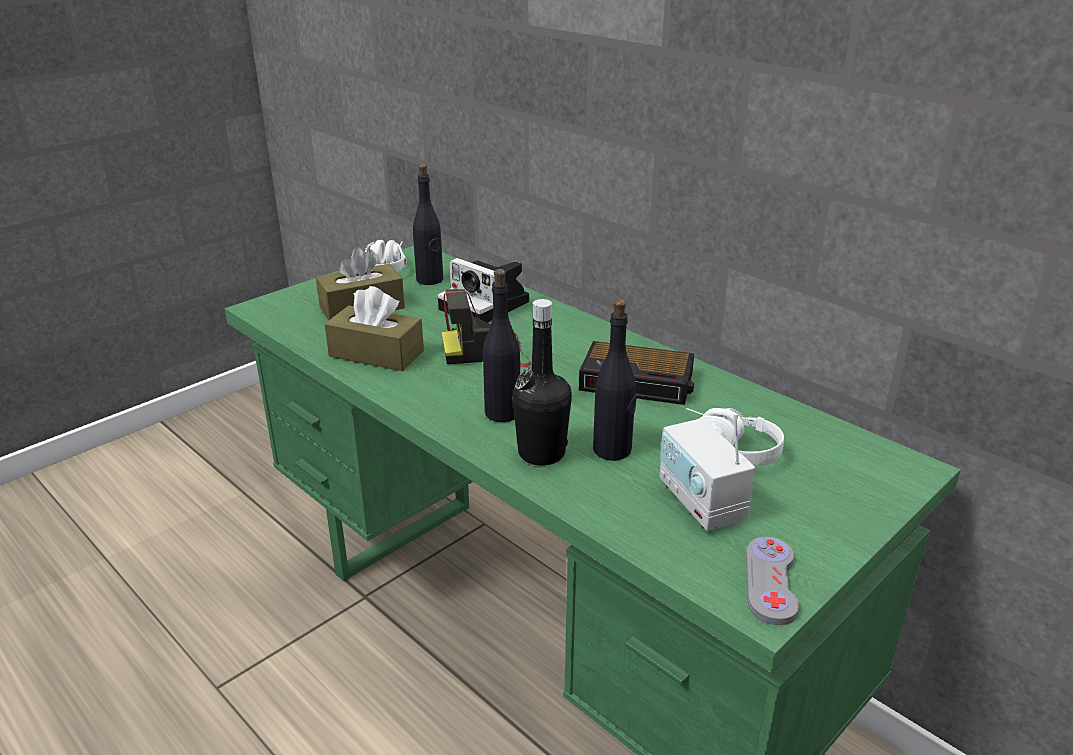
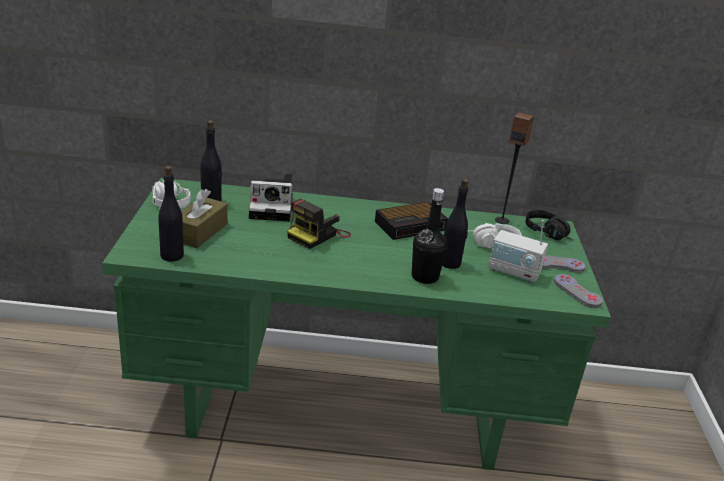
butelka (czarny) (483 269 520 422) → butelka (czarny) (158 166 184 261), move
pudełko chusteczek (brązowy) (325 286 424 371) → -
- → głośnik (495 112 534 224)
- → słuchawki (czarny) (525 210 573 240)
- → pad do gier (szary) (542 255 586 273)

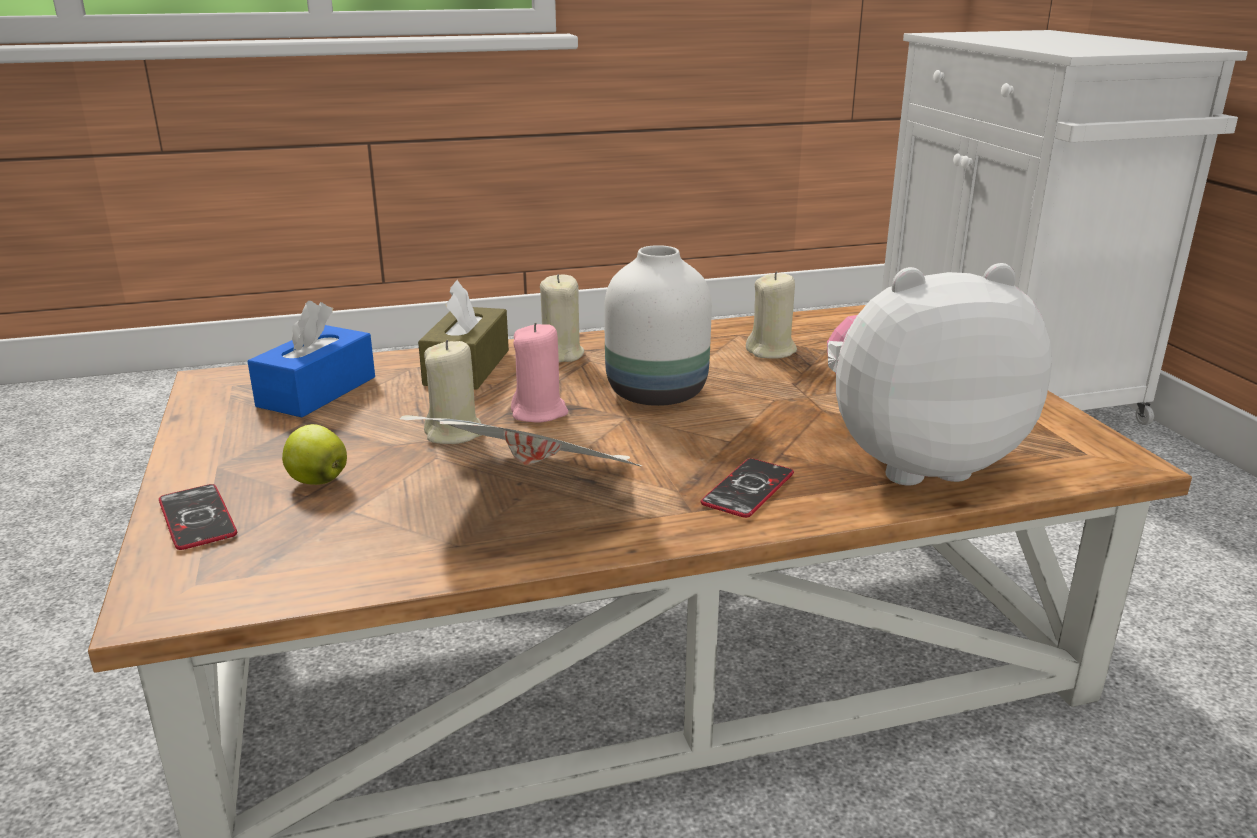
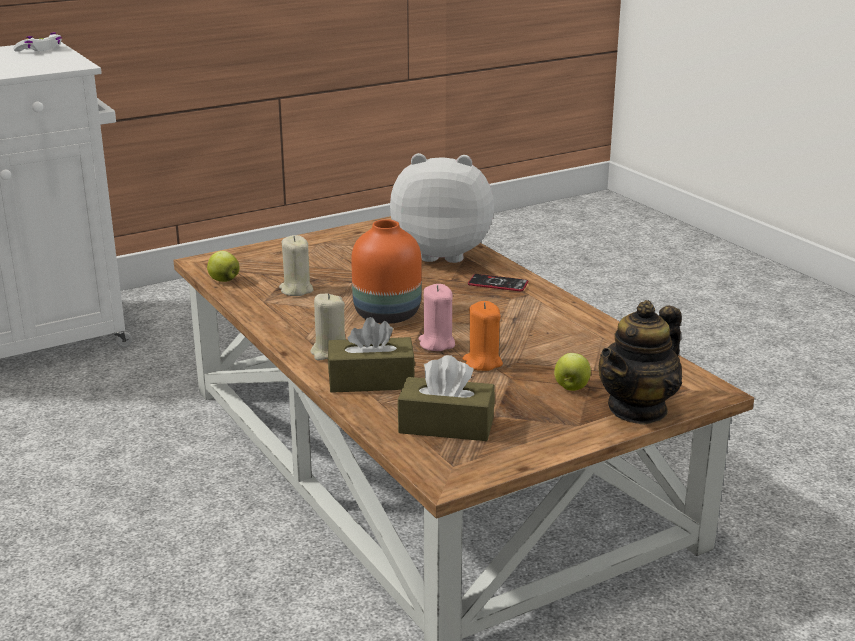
wazon (biały) (604 245 712 406) → wazon (pomarańczowy) (351 219 422 324)
pluszak (827 263 1052 485) → pluszak (390 153 494 263), 120 degrees clockwise
pudełko chusteczek (niebieski) (247 301 375 417) → pudełko chusteczek (brązowy) (398 355 495 441)
świeca (beżowy) (424 340 482 444) → świeca (pomarańczowy) (463 301 503 371)
gazeta (400 415 642 466) → -
telefon (159 484 237 550) → imbryk (598 300 682 425)
- → pad do gier (biały) (13 33 62 52)
- → jabłko (207 251 240 282)

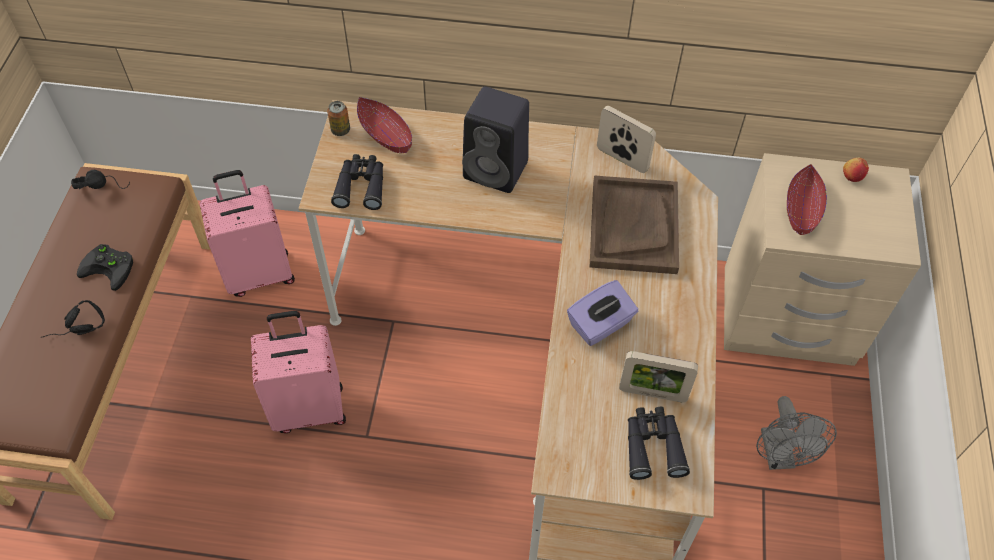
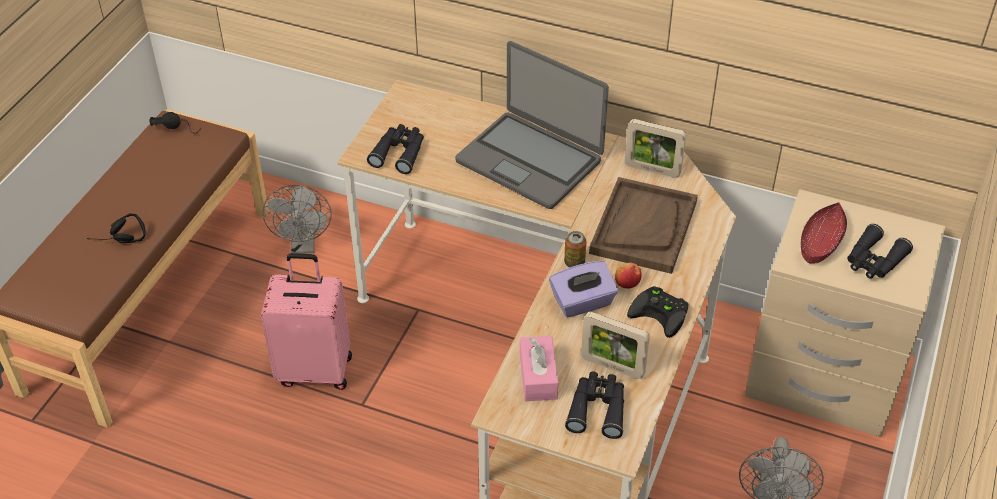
głośnik (czarny) (462 86 529 193) → laptop (455 41 609 209)
miska (czerwony) (357 97 412 153) → -
puszka (327 101 350 136) → puszka (564 231 586 267), move
ramka na zdjęcie (597 106 656 173) → ramka na zdjęcie (625 119 686 178), 150 degrees clockwise
jabłko (843 157 869 182) → jabłko (615 263 642 288), move
walizka (różowy) (200 170 295 297) → wentylator (szary) (262 185 332 254)
pad do gier (czarny) (77 244 133 291) → pad do gier (czarny) (627 286 689 338), move
- → lornetka (czarny) (847 224 913 279)
- → pudełko chusteczek (różowy) (520 336 558 401)

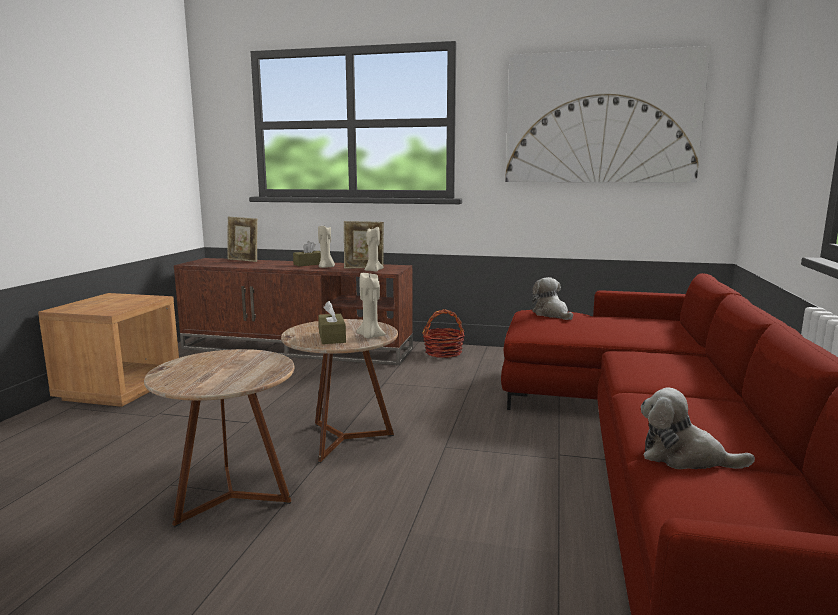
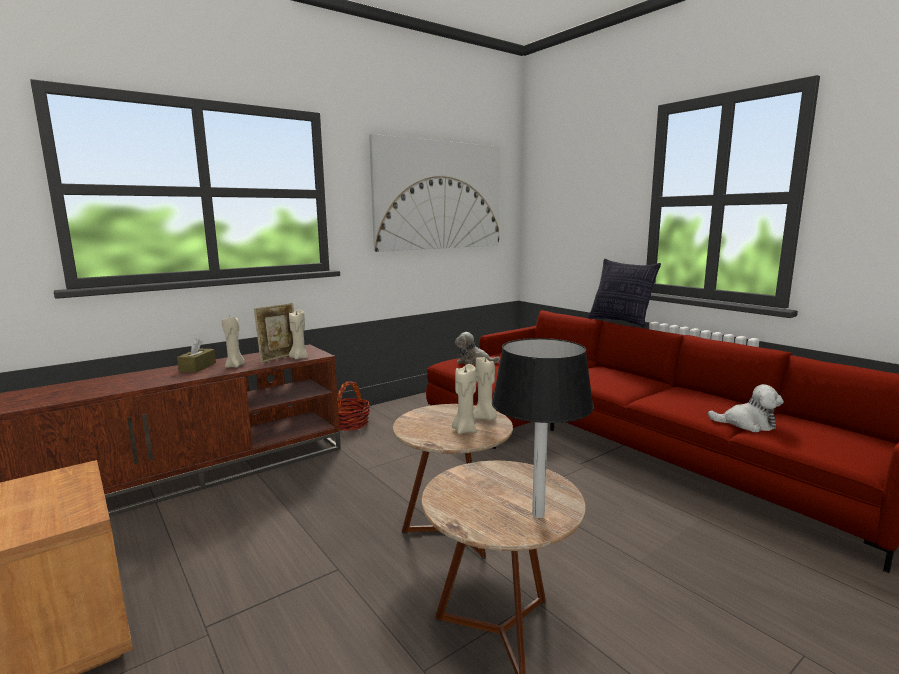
ramka na zdjęcie (227 217 258 262) → -
pudełko chusteczek (brązowy) (318 301 346 344) → świeca (beżowy) (452 364 476 434)
pluszak (641 387 755 469) → pluszak (708 384 784 432), 135 degrees counterclockwise
- → poduszka (588 259 661 328)
- → lampa stołowa (czarny) (492 338 594 518)

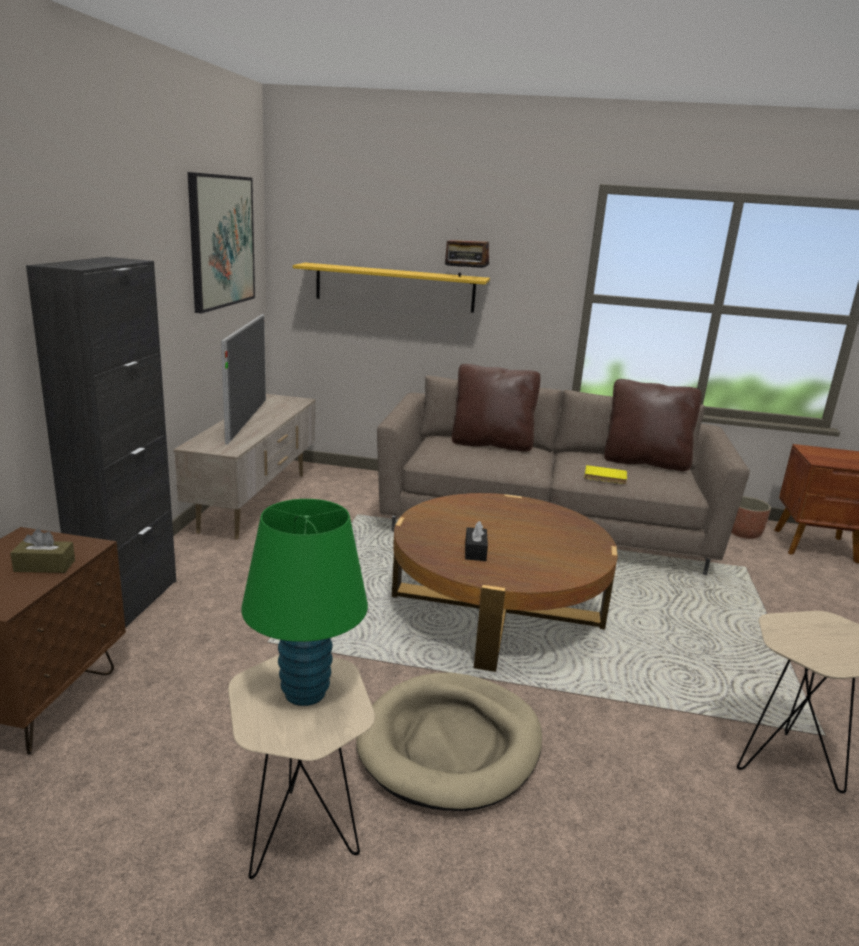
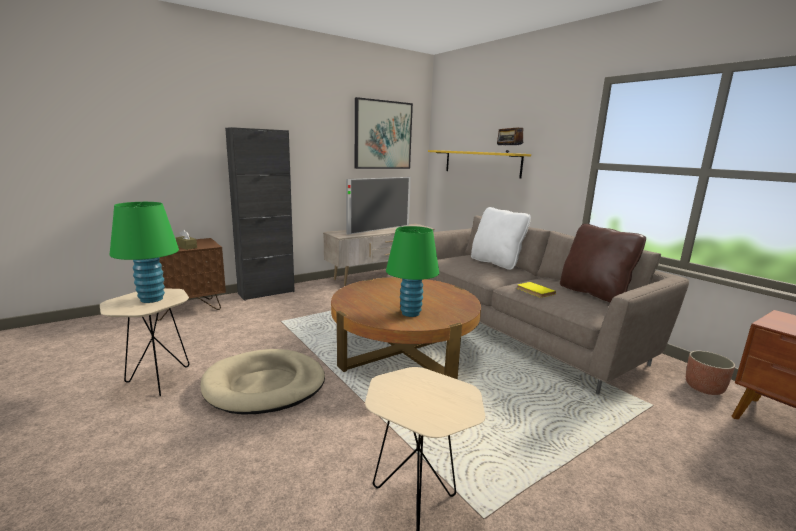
poduszka (brązowy) (452 364 540 452) → poduszka (biały) (471 207 531 270)
pudełko chusteczek (czarny) (465 521 488 561) → -
- → lampa stołowa (zielony) (386 226 439 317)

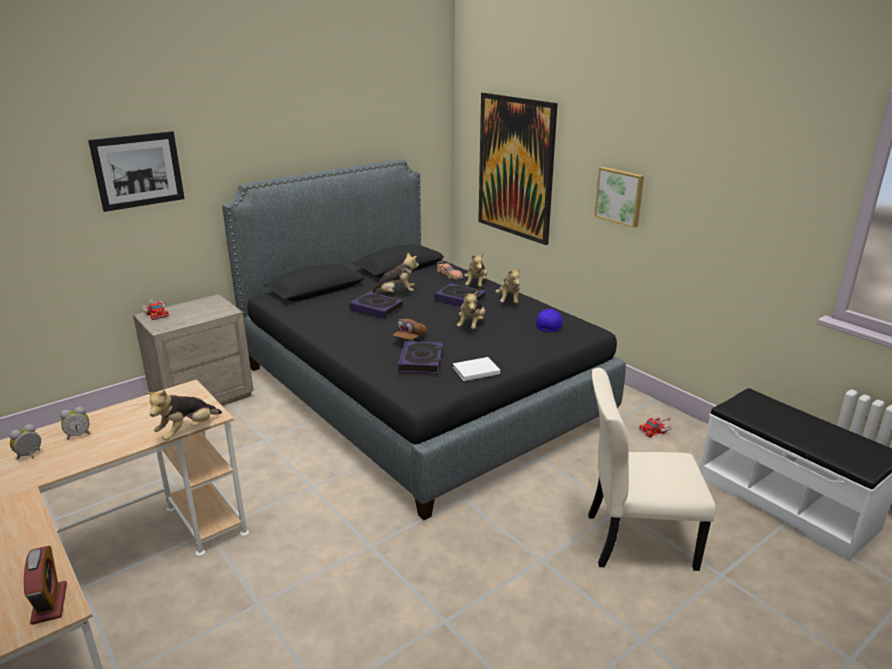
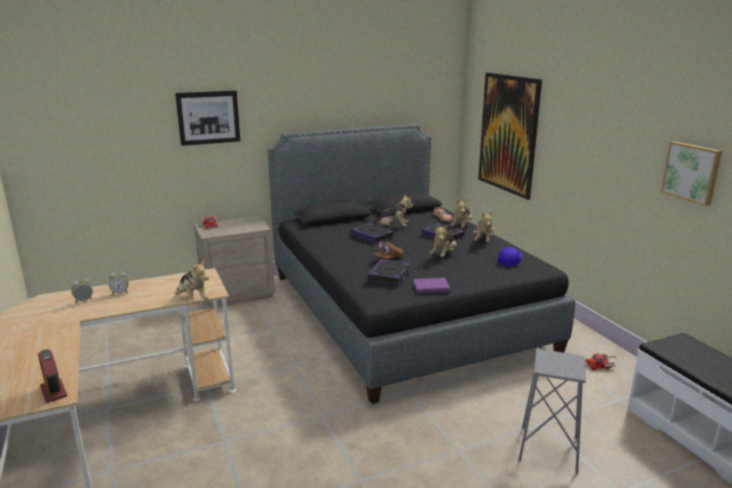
obraz (594 167 644 228) → obraz (661 141 722 206), move
książka (biały) (453 357 500 381) → książka (fioletowy) (413 278 450 293)
krzesło (beżowy) (588 368 716 571) → stołek (szary) (518 349 586 474)
pluszak (145 390 222 441) → pluszak (175 260 209 303), 90 degrees counterclockwise
budzik (24 546 67 625) → budzik (38 349 67 403), 150 degrees clockwise

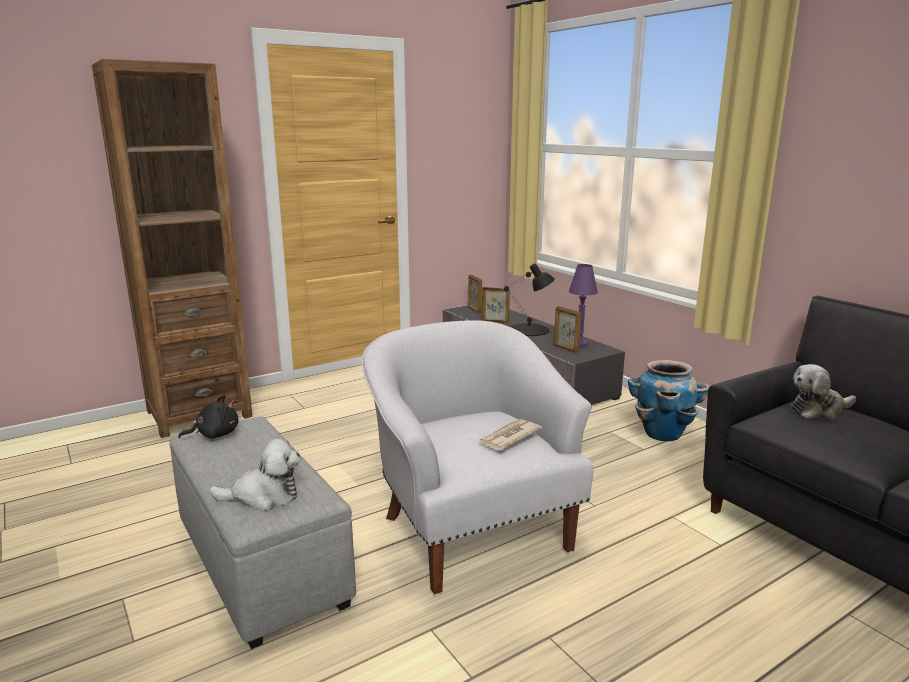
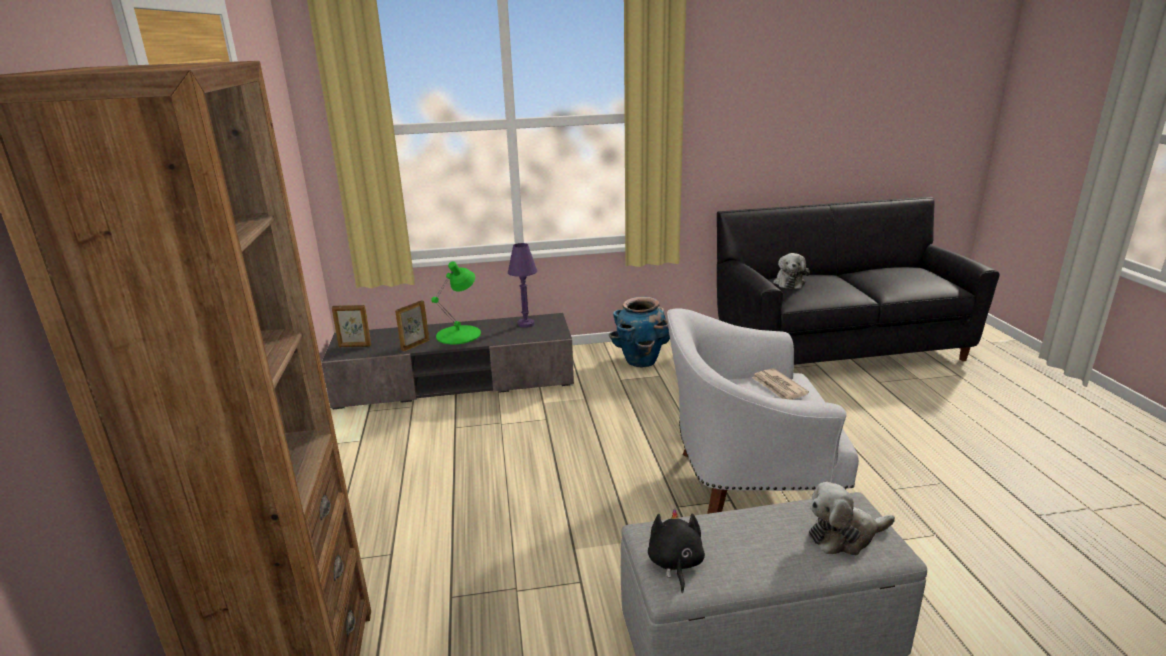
lampa stołowa (czarny) (504 263 555 336) → lampa stołowa (zielony) (431 261 481 344)
ramka na zdjęcie (554 306 581 353) → -
pluszak (209 438 301 511) → pluszak (809 482 895 555), 120 degrees counterclockwise

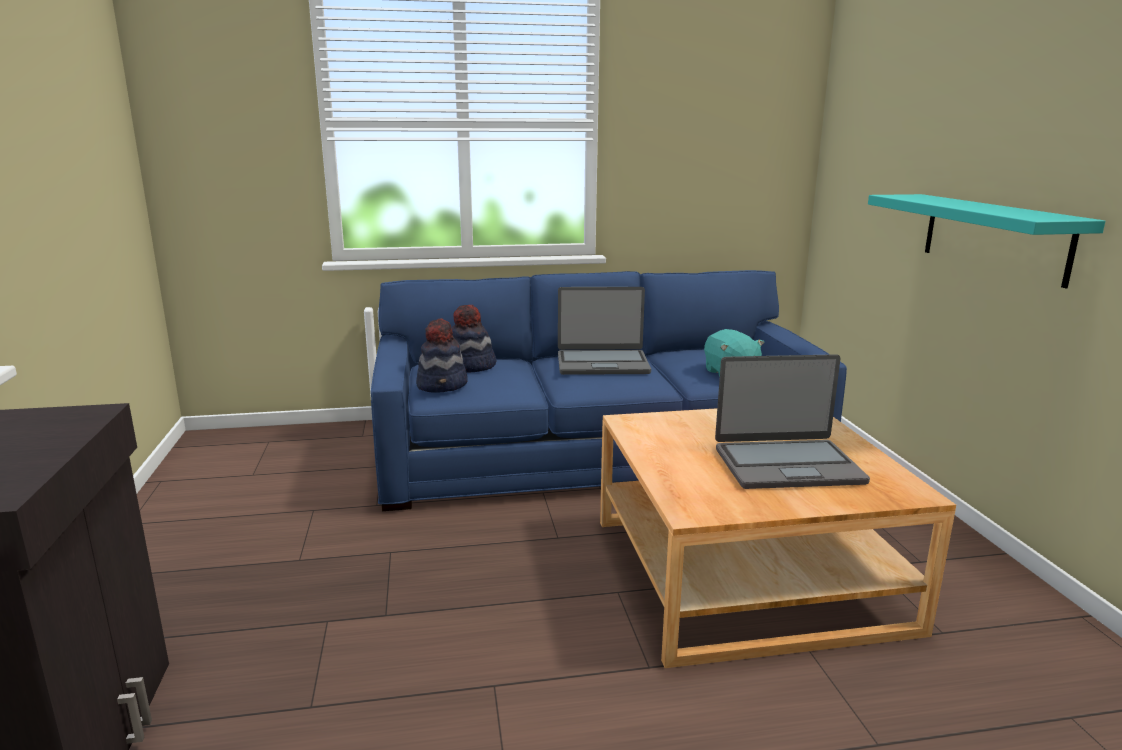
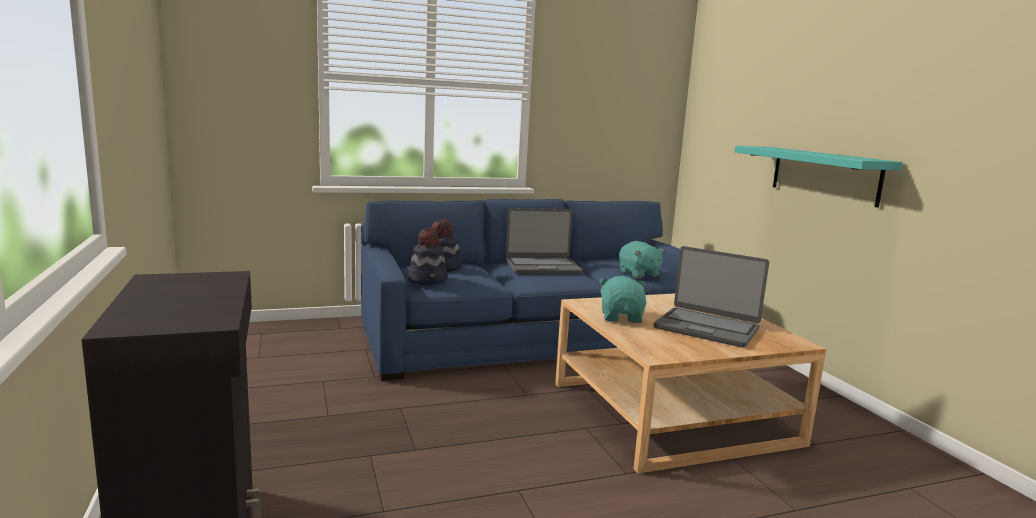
laptop (715 354 870 489) → laptop (654 246 769 348), 45 degrees clockwise
- → pluszak (turkusowy) (599 276 647 323)

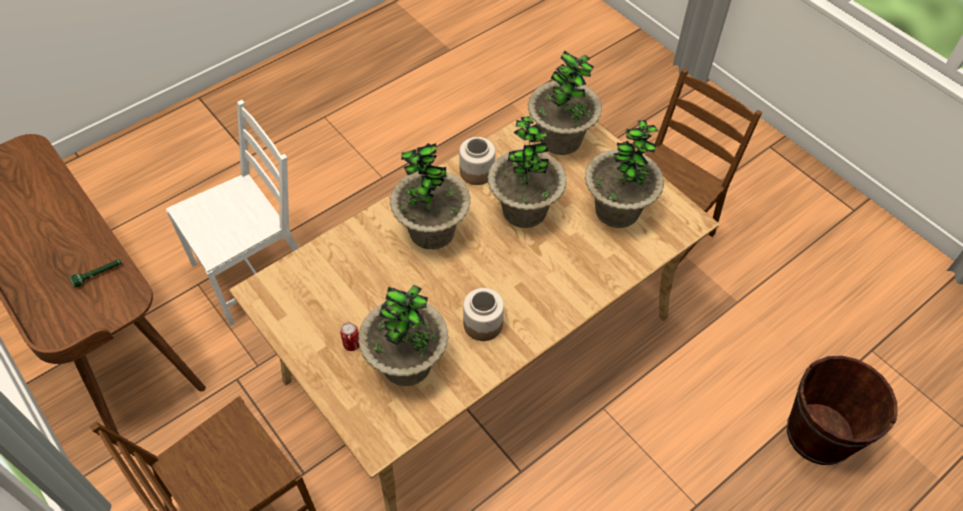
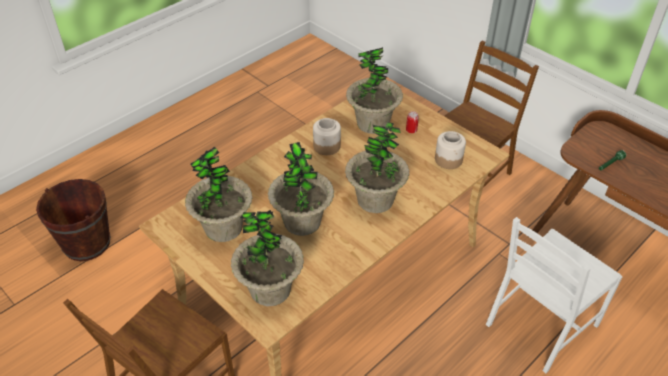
słoik (459 137 495 185) → słoik (435 131 466 169), move

